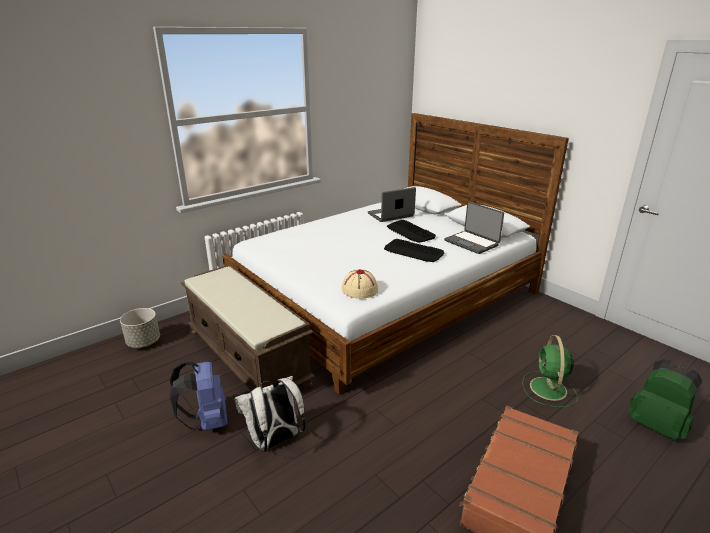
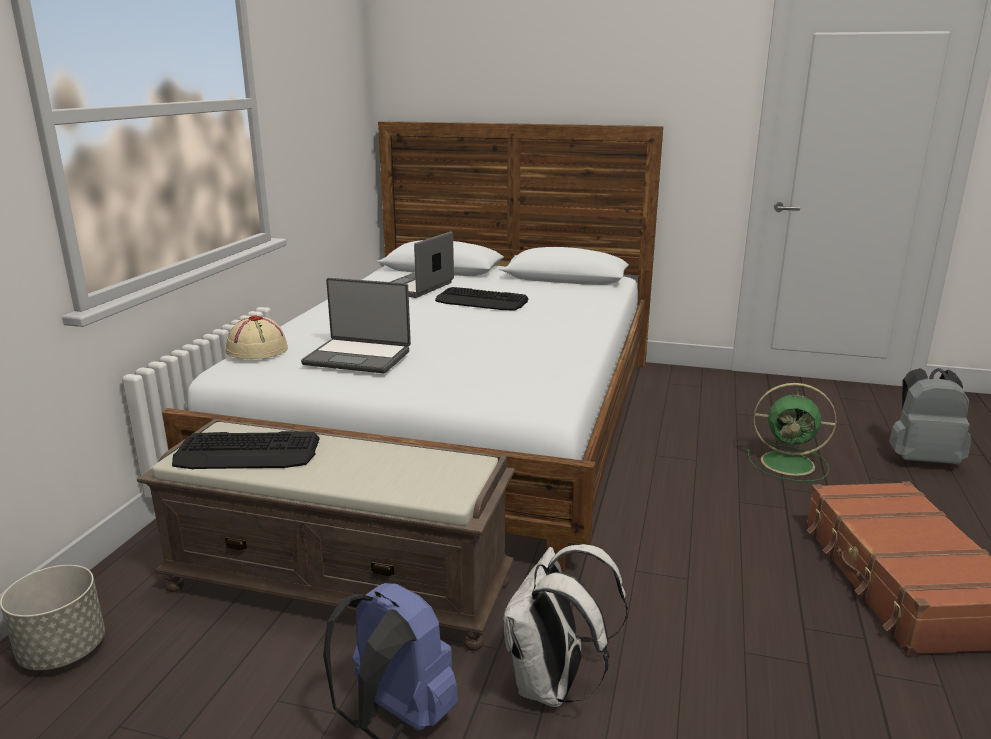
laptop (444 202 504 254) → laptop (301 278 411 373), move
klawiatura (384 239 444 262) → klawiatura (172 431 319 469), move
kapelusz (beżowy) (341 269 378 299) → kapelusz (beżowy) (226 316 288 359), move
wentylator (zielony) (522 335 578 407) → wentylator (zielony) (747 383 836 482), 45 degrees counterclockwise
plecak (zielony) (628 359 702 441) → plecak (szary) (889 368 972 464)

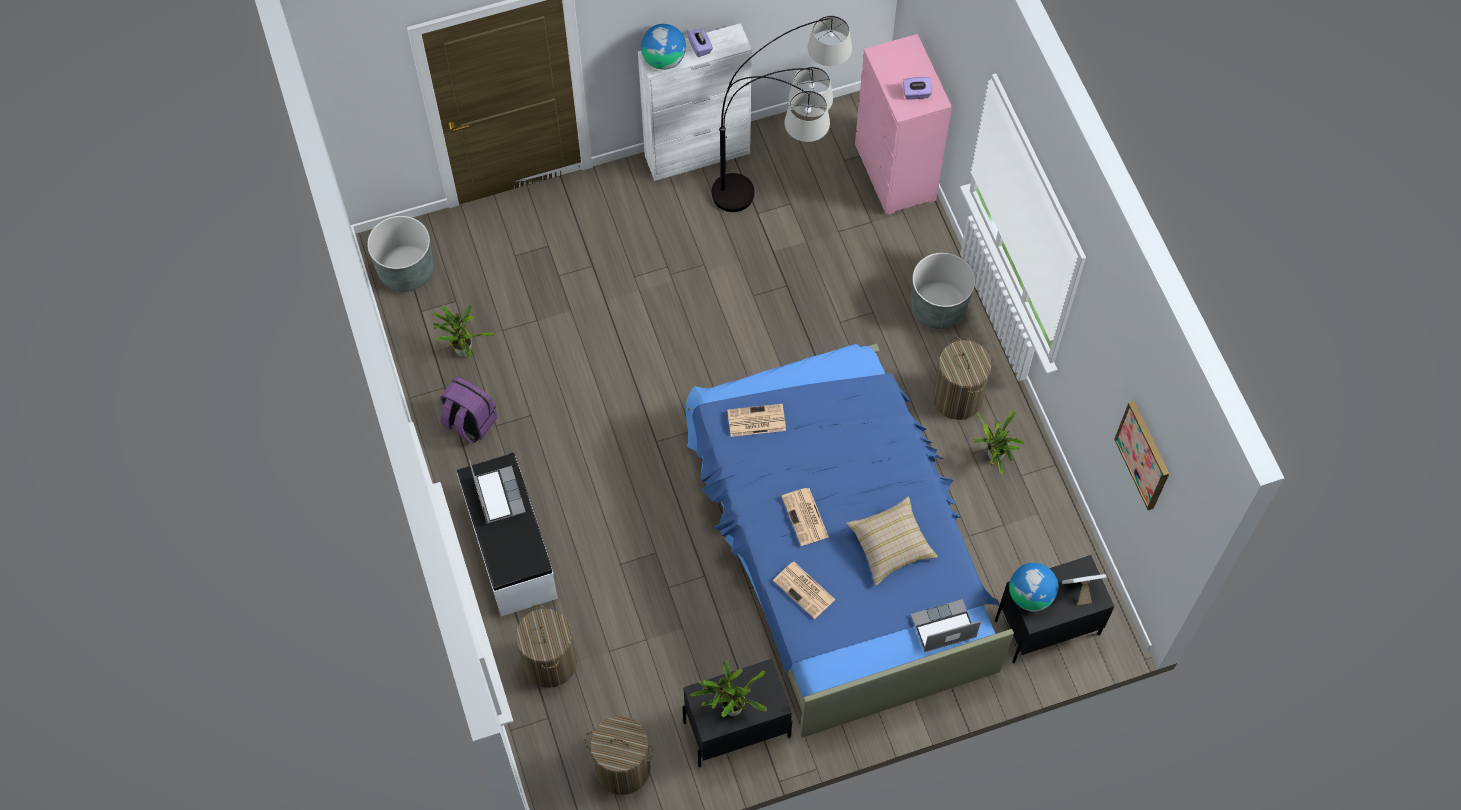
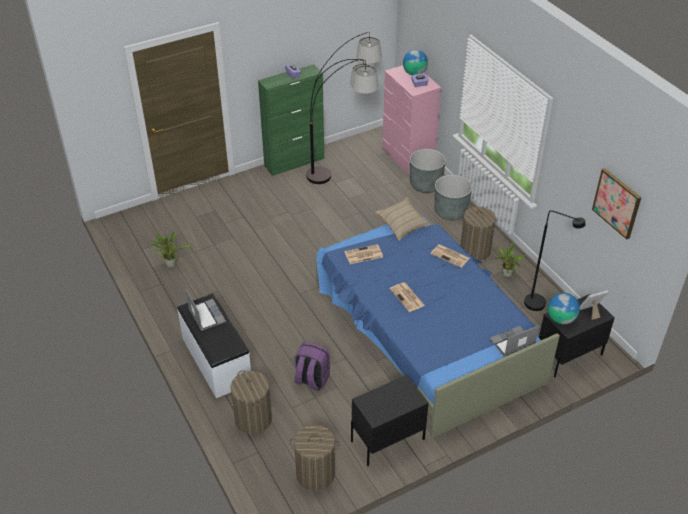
szafka (biały) (638 23 752 181) → szafka (zielony) (258 64 324 176)
globus (641 24 686 70) → globus (403 50 428 75), move
donica (szary) (367 216 434 292) → donica (szary) (410 149 446 193), move
plecak (fioletowy) (440 377 497 444) → plecak (fioletowy) (294 342 330 391), move
poduszka (beżowy) (846 497 938 586) → poduszka (beżowy) (375 197 431 241), move
gazeta (773 562 835 619) → gazeta (431 244 469 268), move
roślina doniczkowa (690 660 767 717) → -
- → lampa stojąca (czarny) (524 210 586 311)

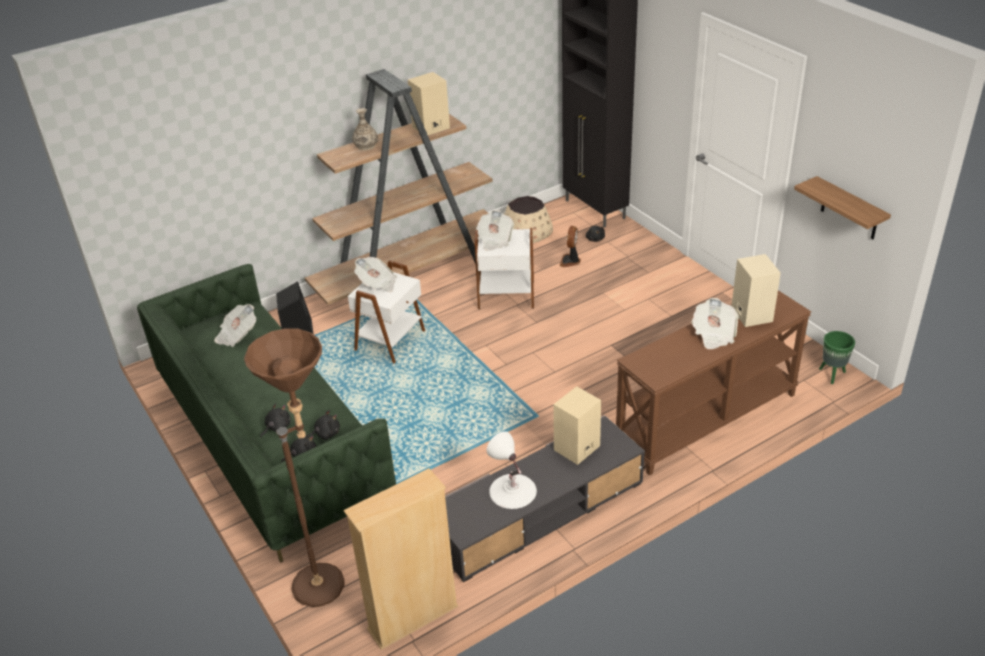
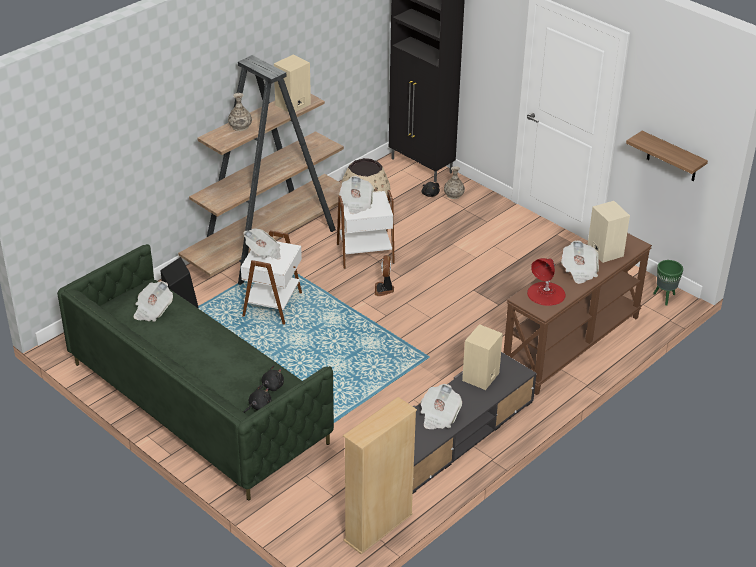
wentylator (559 226 581 267) → wentylator (375 255 394 296), move
lampa stojąca (brązowy) (244 328 344 607) → -
pluszak (czarny) (260 403 291 438) → -
lampa stołowa (biały) (487 431 537 509) → gazeta (420 384 462 429)
- → wazon (444 166 465 199)
- → lampa stołowa (czerwony) (527 258 566 306)

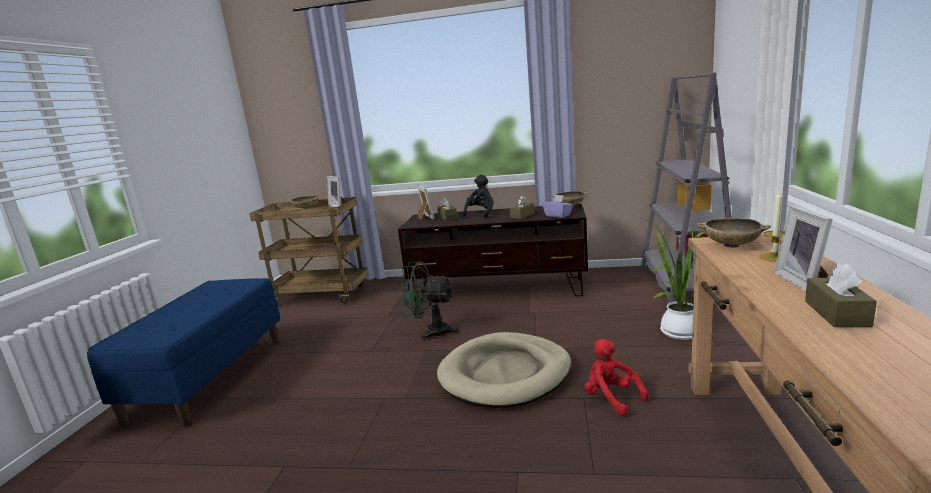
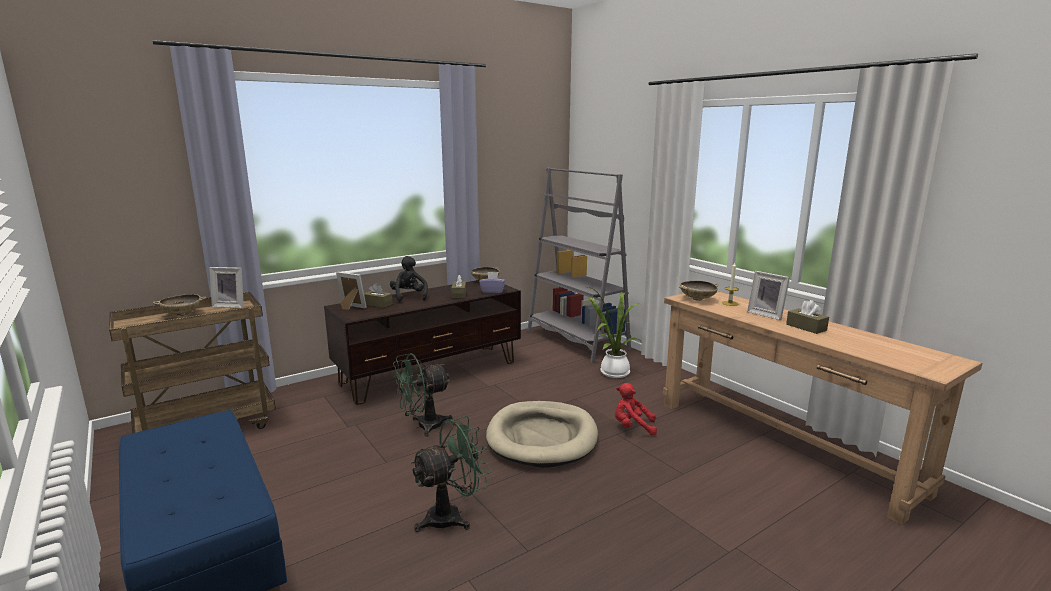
- → wentylator (zielony) (411 416 491 532)

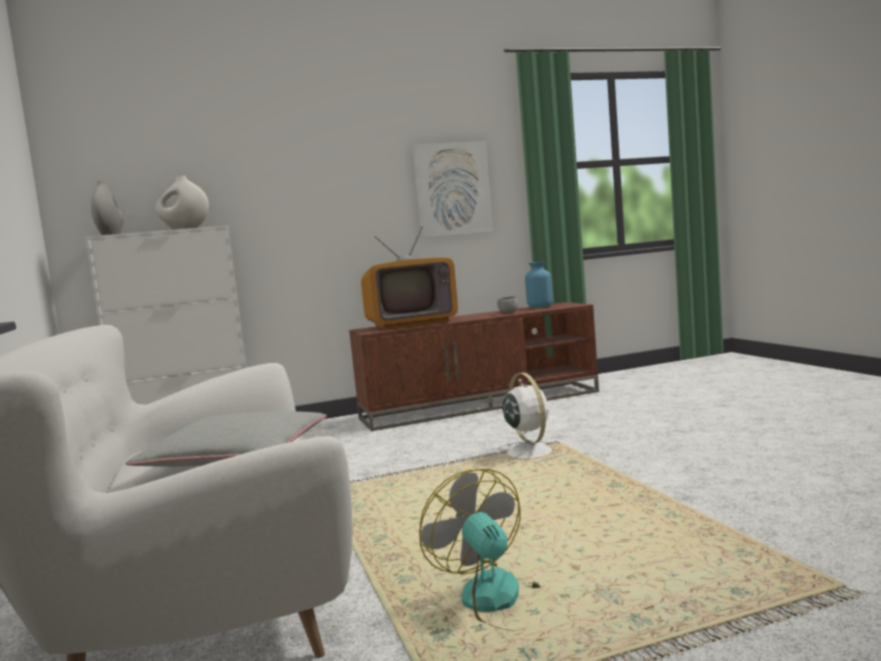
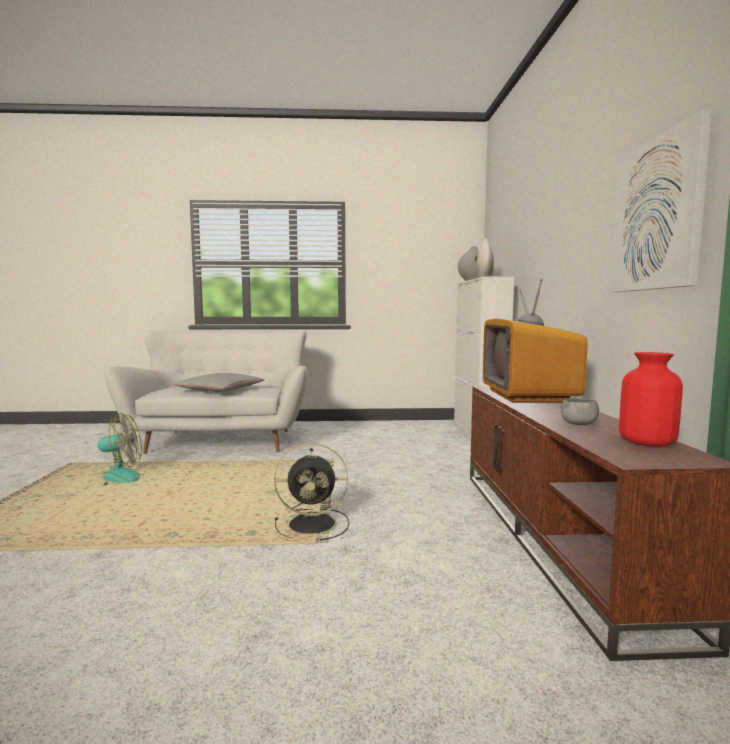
wazon (niebieski) (525 261 553 308) → wazon (czerwony) (619 352 683 447)
wentylator (biały) (492 373 565 463) → wentylator (czarny) (274 443 349 540)

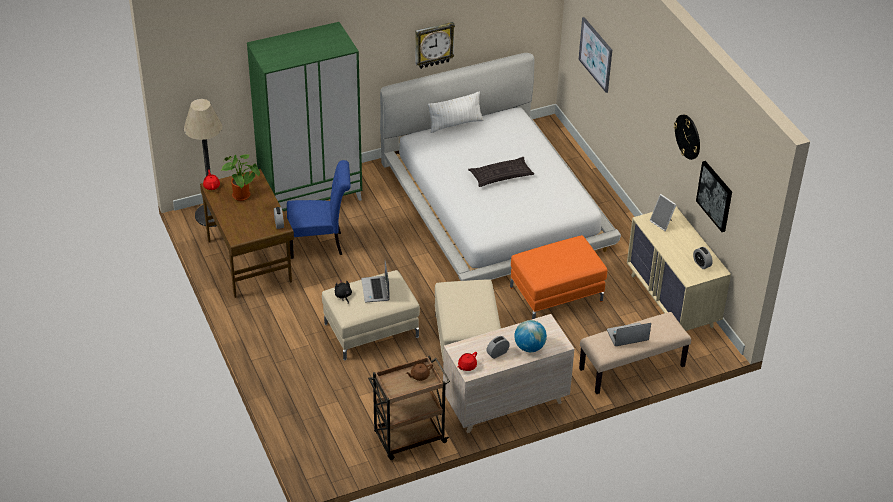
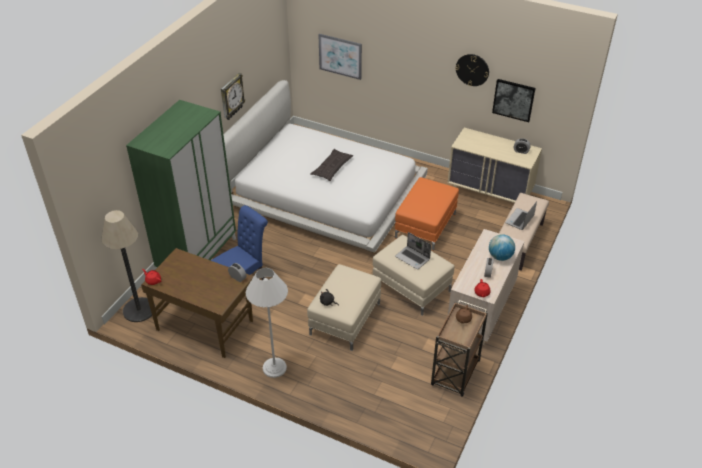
poduszka (biały) (428 91 484 133) → -
roślina doniczkowa (222 154 260 201) → -
ramka na zdjęcie (650 194 677 231) → -
laptop (361 261 389 302) → laptop (395 232 431 270), move
- → lampa stojąca (biały) (246 268 288 378)

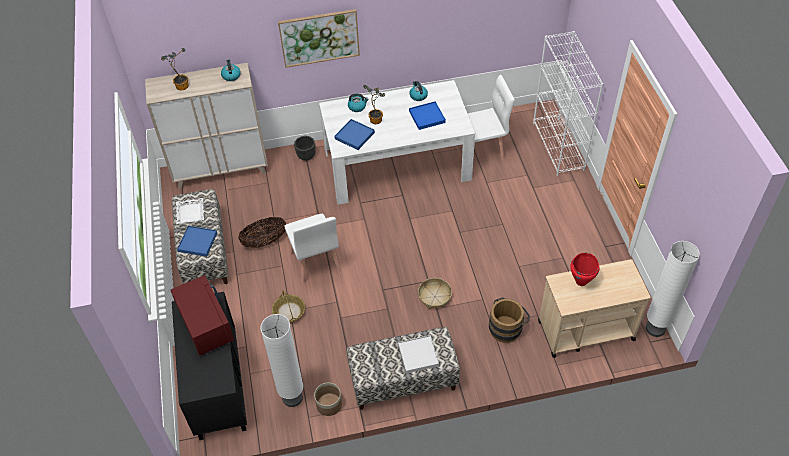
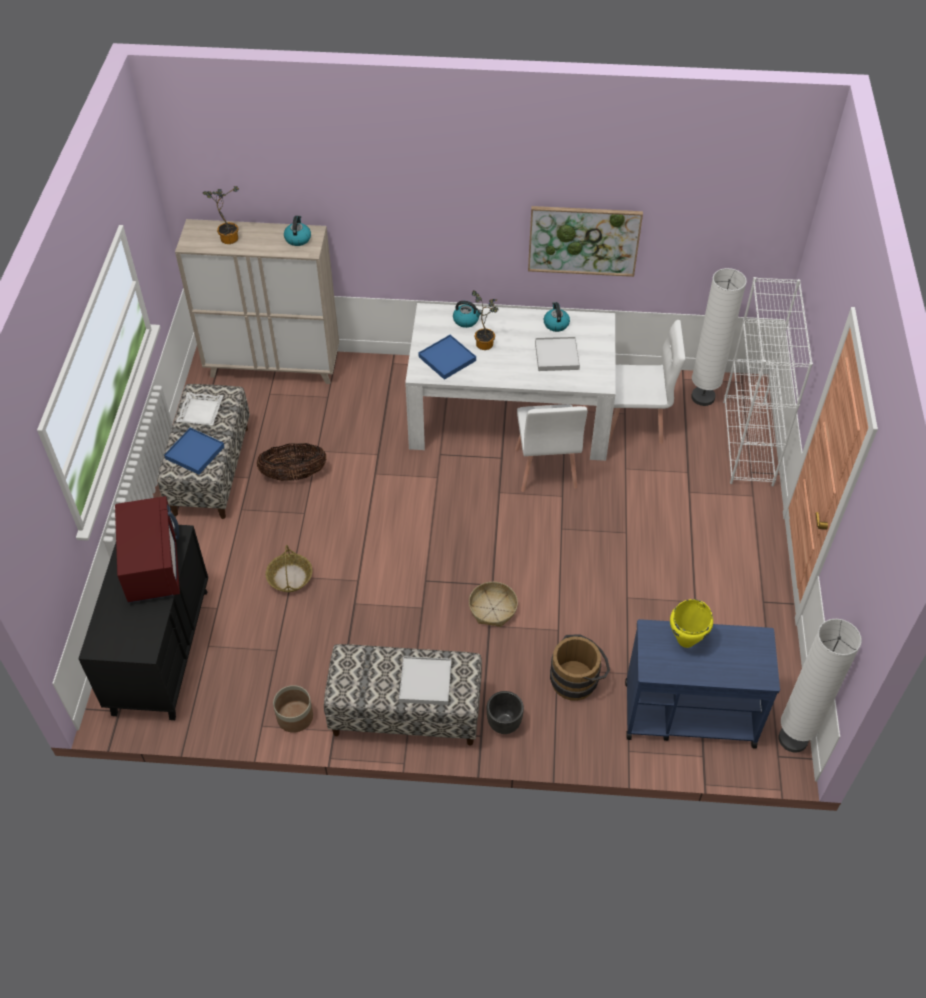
obraz (278 9 360 68) → obraz (528 206 643 277), move
taca (niebieski) (409 101 446 130) → taca (biały) (535 337 580 371)
donica (czarny) (294 136 316 161) → donica (czarny) (487 691 524 734), move
krzesło (biały) (284 214 341 284) → krzesło (biały) (515 404 588 492), move
garnek (czerwony) (570 253 599 286) → garnek (żółty) (670 599 713 648)
wózek (beżowy) (538 259 651 358) → wózek (niebieski) (625 619 780 749)
lampa stojąca (biały) (260 314 303 407) → lampa stojąca (biały) (691 268 747 406), move

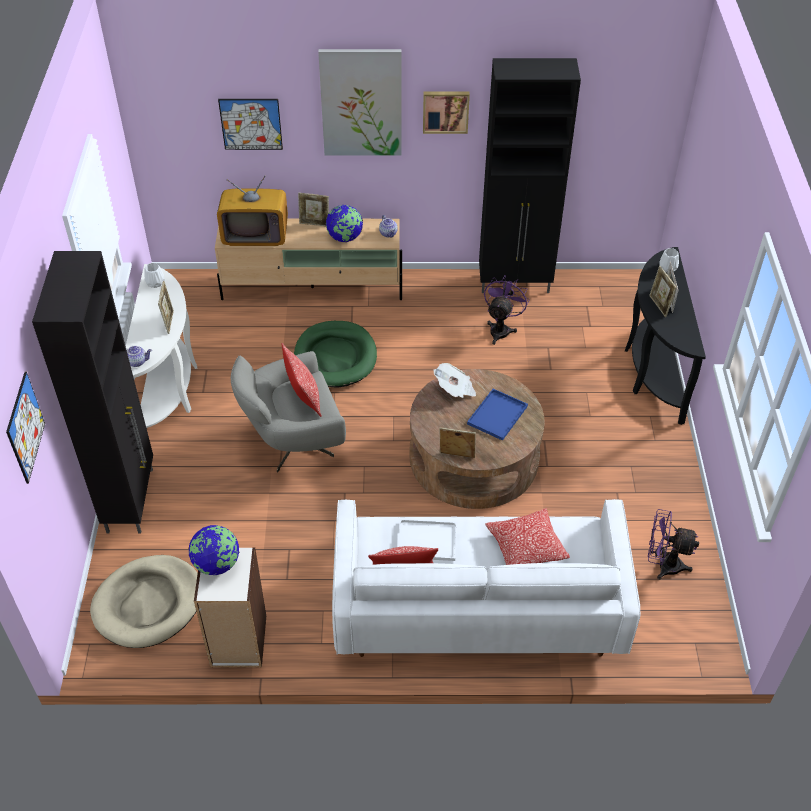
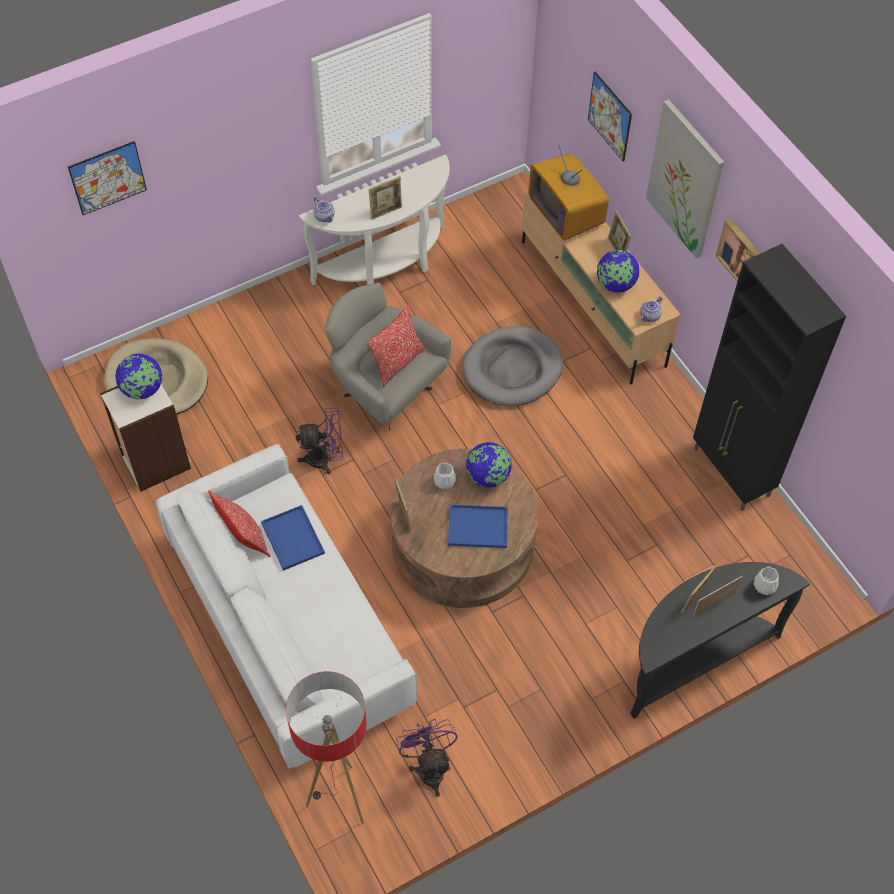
szafka (czarny) (32 251 153 533) → -
wazon (biały) (145 263 165 288) → wazon (biały) (434 463 456 489), move
wentylator (fioletowy) (484 275 529 345) → wentylator (fioletowy) (296 408 343 474), move
legowisko (zielony) (294 321 377 387) → legowisko (szary) (462 326 563 406)
gazeta (433 363 476 398) → globus (466 442 512 488)
poduszka (485 508 570 565) → -
taca (biały) (397 519 457 561) → taca (niebieski) (261 505 325 571)
- → lampa stojąca (286 671 367 824)

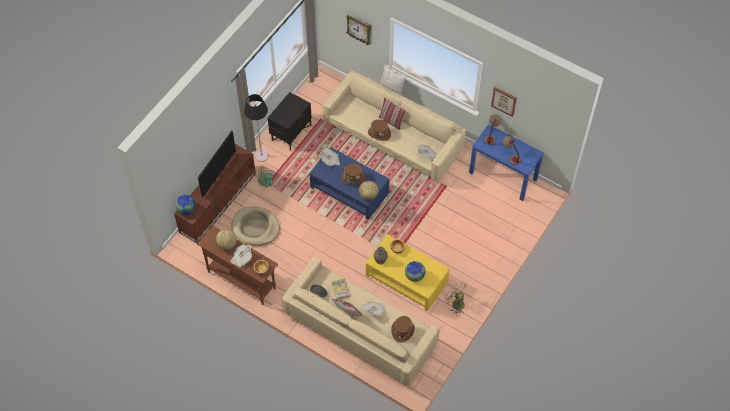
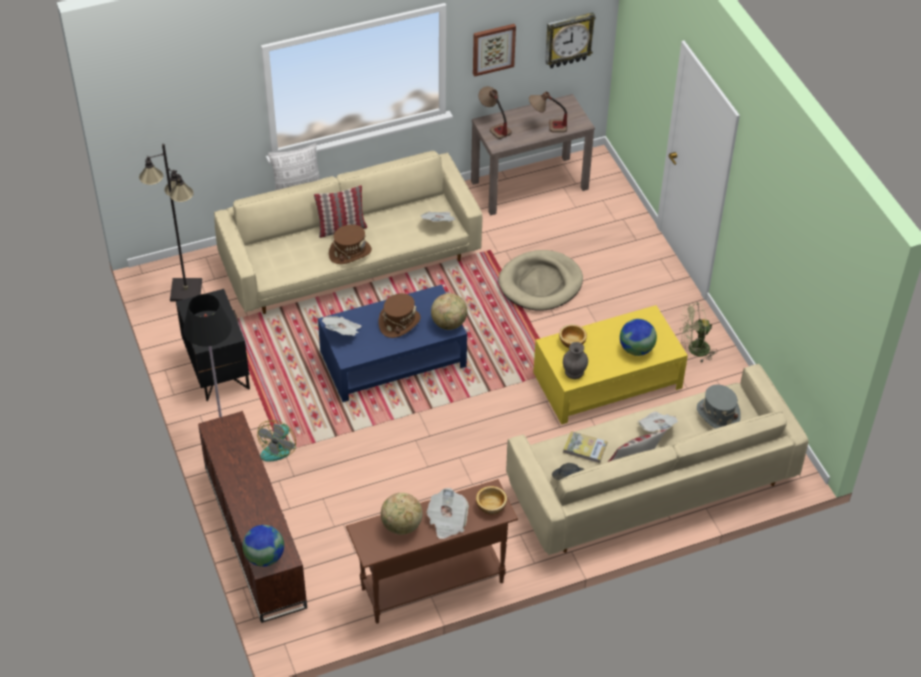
zegar ścienny (346 13 372 45) → zegar ścienny (545 12 596 68), move
stolik konsolowy (niebieski) (469 124 544 201) → stolik konsolowy (brązowy) (471 94 595 216)
telewizor (198 131 236 197) → -
legowisko (beżowy) (231 206 280 246) → legowisko (beżowy) (498 250 583 310), move
kapelusz (brązowy) (391 316 415 342) → kapelusz (szary) (697 385 741 429)
- → lampa stojąca (czarny) (139 144 202 302)

